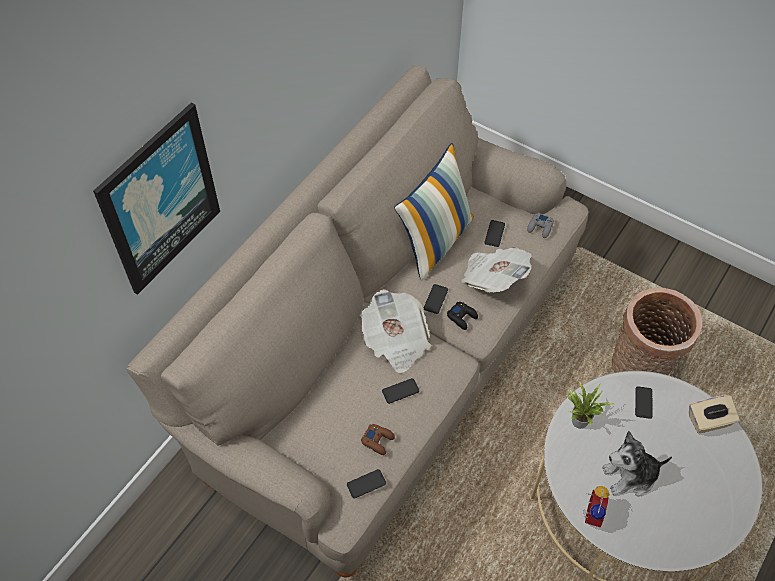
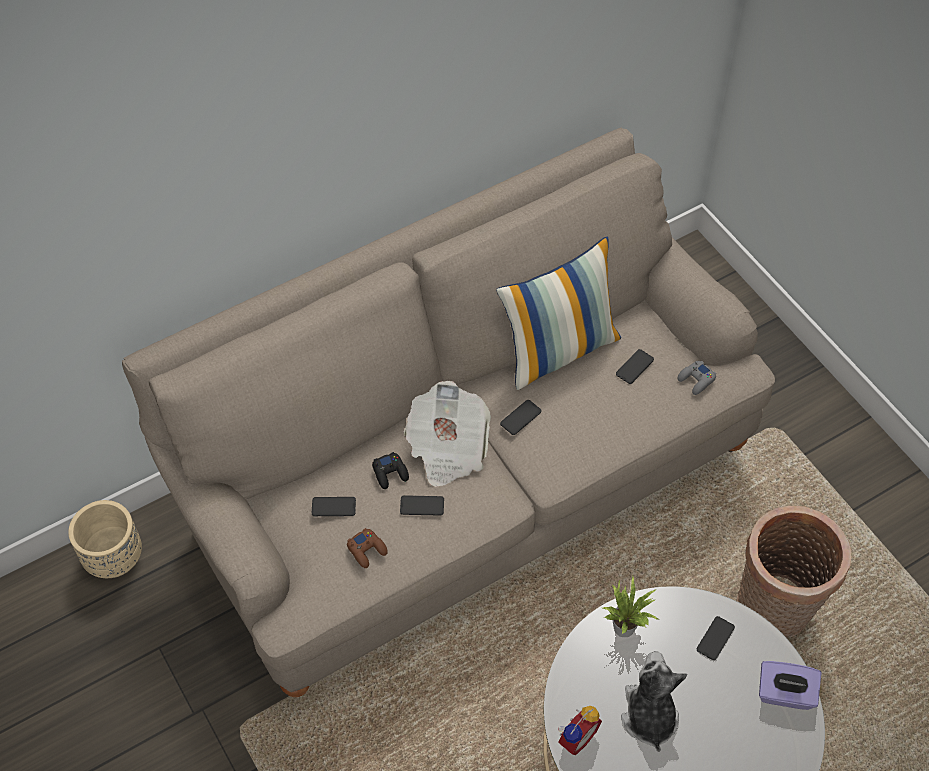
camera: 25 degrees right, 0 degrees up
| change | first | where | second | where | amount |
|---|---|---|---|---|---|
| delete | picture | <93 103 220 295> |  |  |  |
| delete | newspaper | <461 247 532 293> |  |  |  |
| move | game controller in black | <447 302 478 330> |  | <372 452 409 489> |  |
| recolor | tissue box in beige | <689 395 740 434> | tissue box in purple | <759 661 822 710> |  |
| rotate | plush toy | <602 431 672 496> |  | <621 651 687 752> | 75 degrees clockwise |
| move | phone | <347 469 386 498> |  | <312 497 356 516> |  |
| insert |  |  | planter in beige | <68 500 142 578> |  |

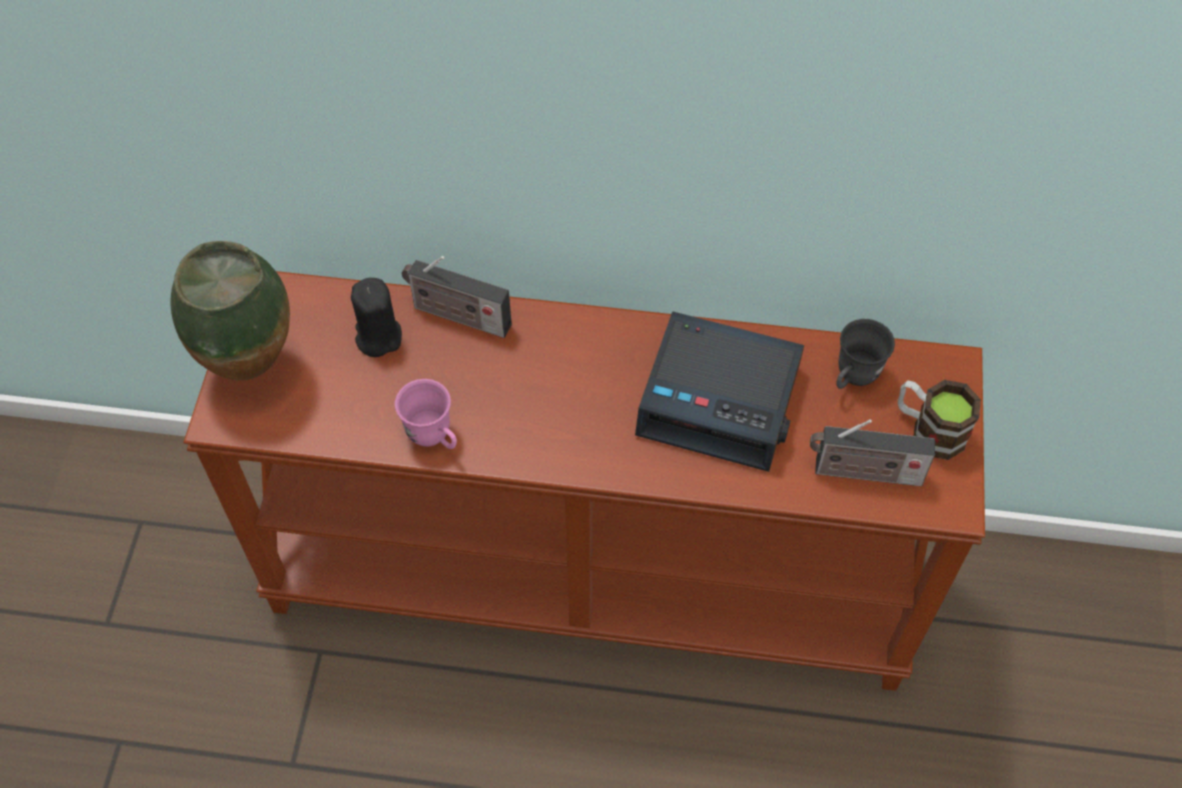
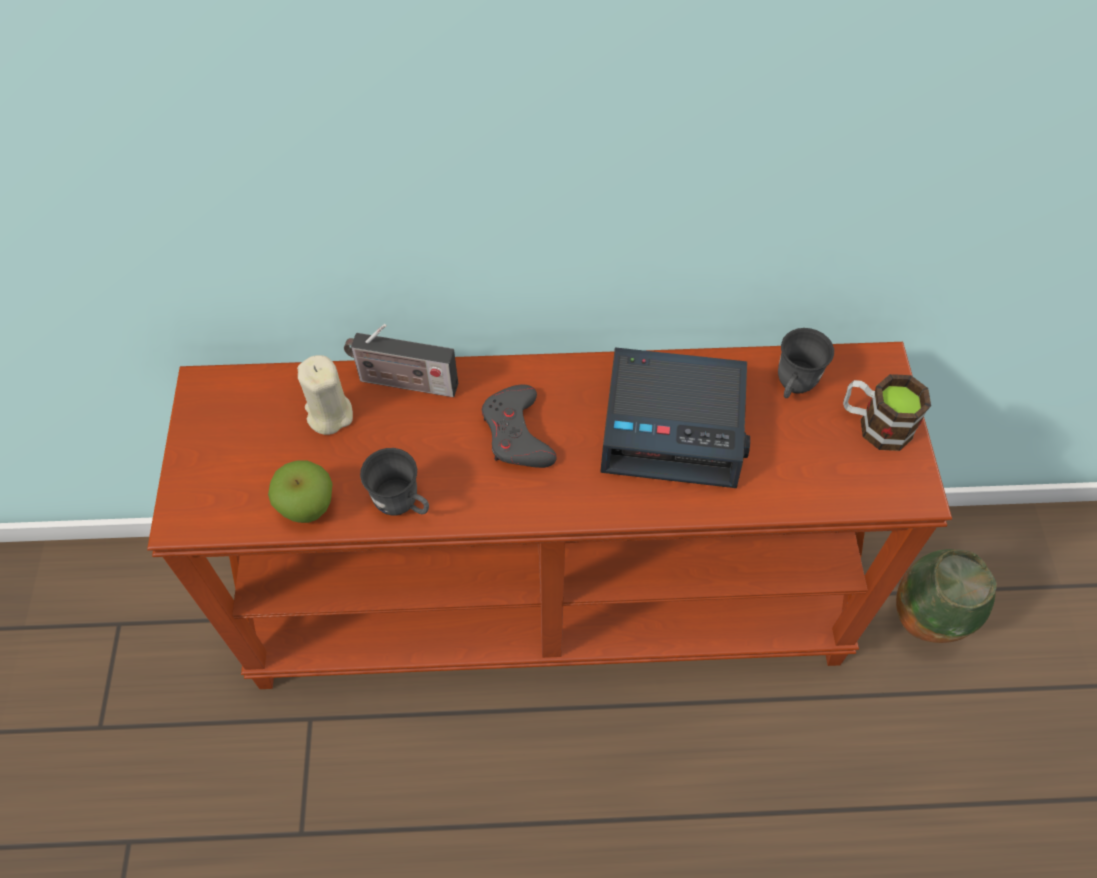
camera: 10 degrees left, 0 degrees up
| change | first | where | second | where | amount |
|---|---|---|---|---|---|
| move | vase | <171 241 290 381> |  | <896 549 997 643> |  |
| recolor | candle in black | <351 278 402 357> | candle in beige | <297 355 353 435> |  |
| recolor | mug in pink | <395 379 457 449> | mug in grey | <360 448 429 515> |  |
| delete | radio | <810 419 935 486> |  |  |  |
| insert |  |  | game controller in grey | <482 385 557 468> |  |
| insert |  |  | apple | <268 460 332 523> |  |

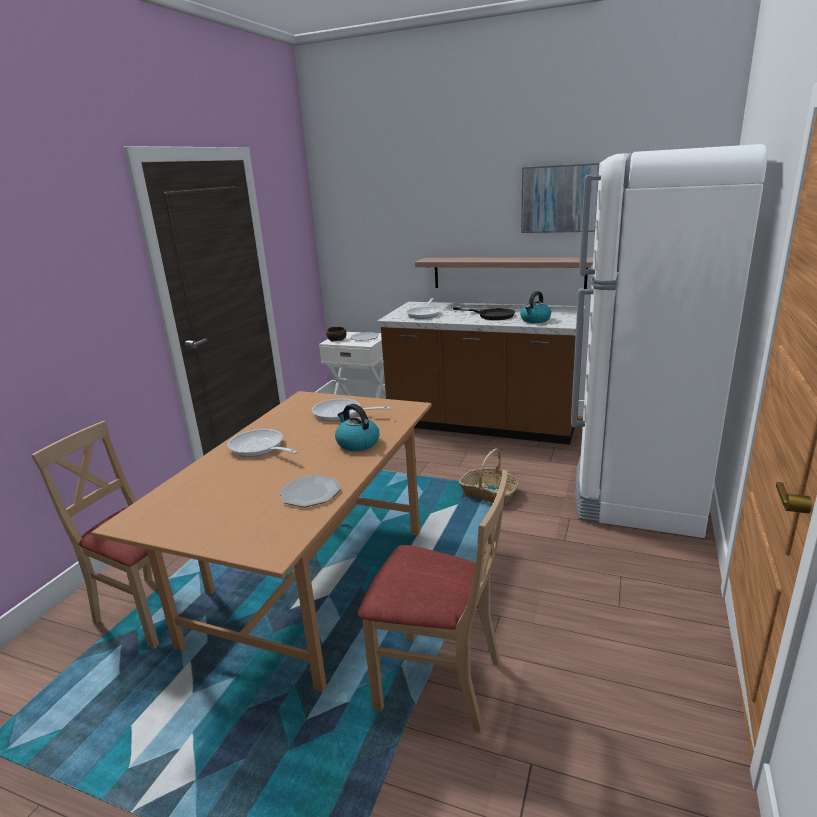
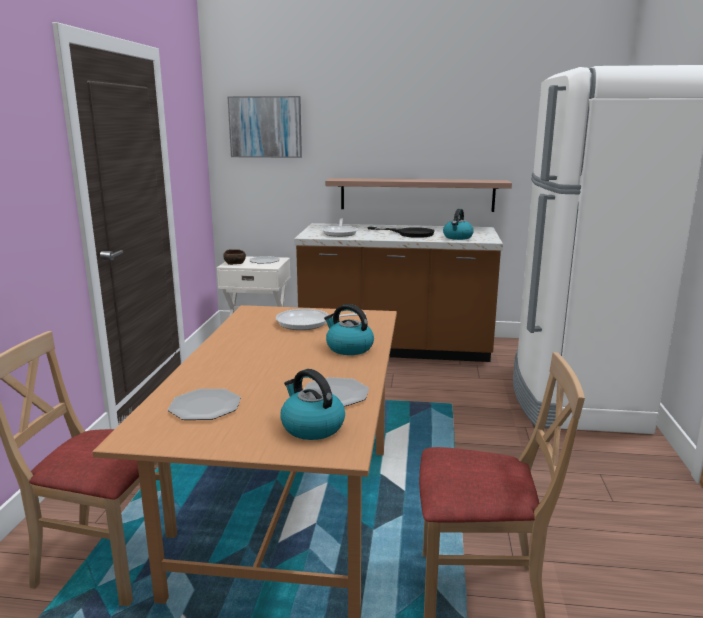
camera: 15 degrees left, 5 degrees down
| change | first | where | second | where | amount |
|---|---|---|---|---|---|
| move | picture | <521 163 599 233> |  | <227 96 302 158> |  |
| delete | frying pan | <227 429 298 457> |  |  |  |
| delete | basket | <459 448 519 503> |  |  |  |
| insert |  |  | kettle | <280 369 345 440> |  |
| insert |  |  | plate | <168 389 241 420> |  |

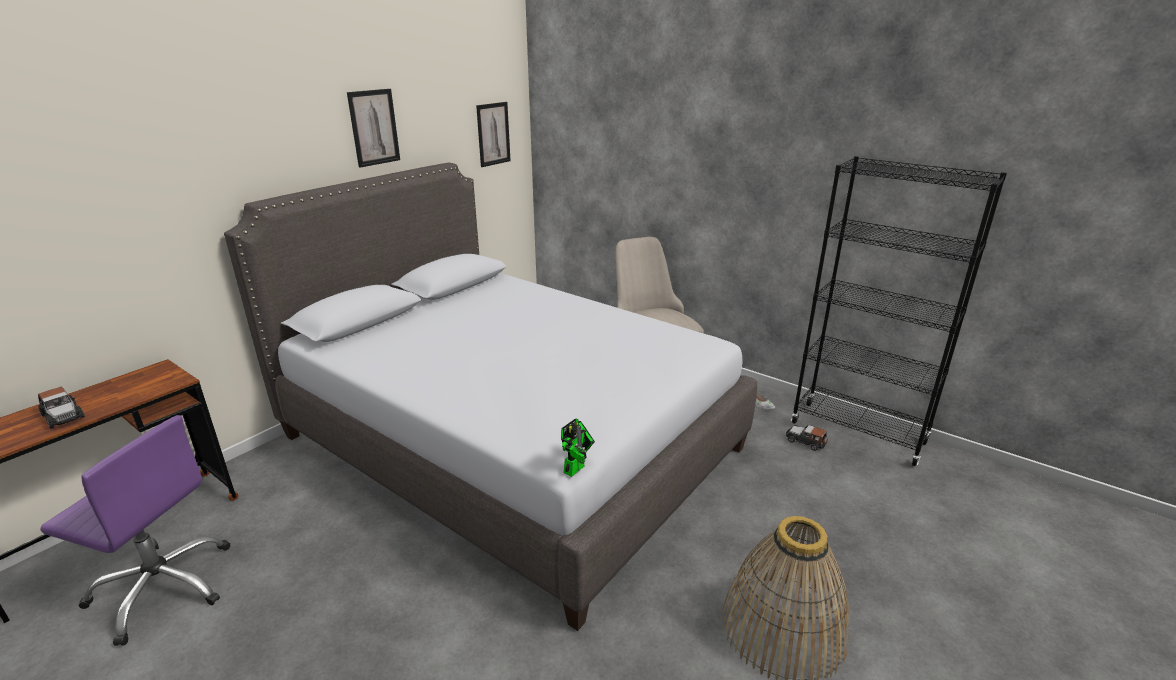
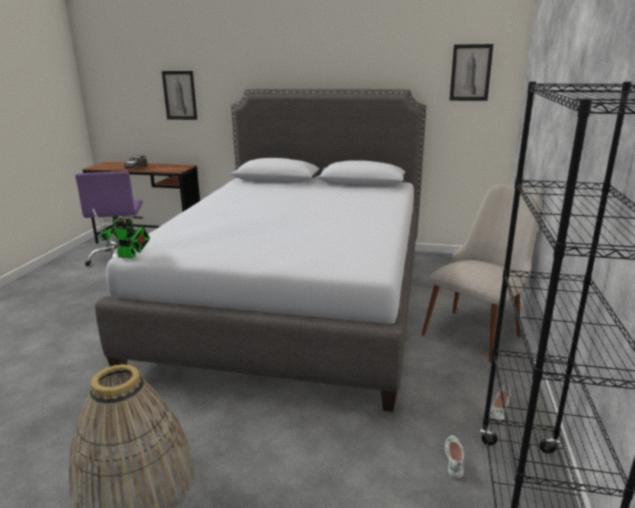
camera: 65 degrees right, 5 degrees down
| change | first | where | second | where | amount |
|---|---|---|---|---|---|
| move | picture | <347 89 400 167> |  | <162 71 197 120> |  |
| replace | toy car | <786 425 828 451> | shoe in white | <445 435 465 478> |  |

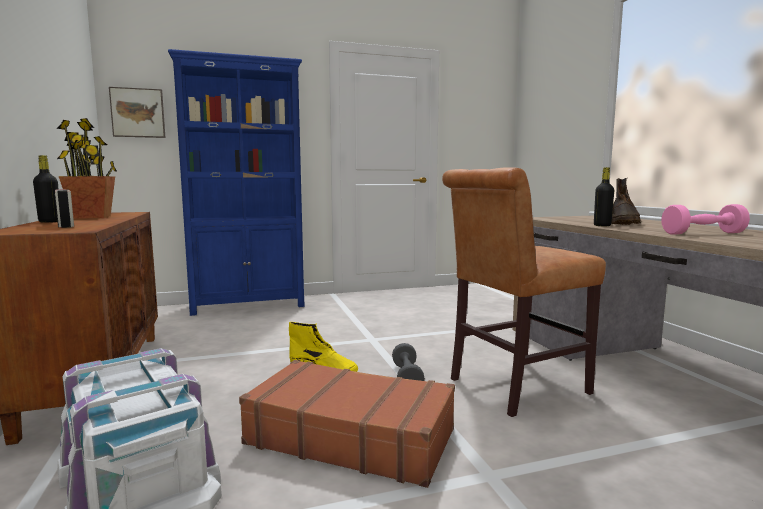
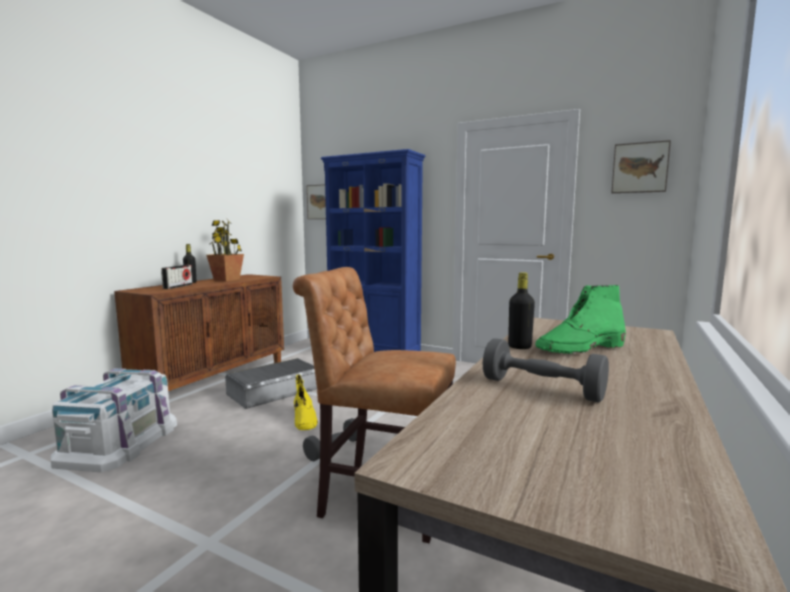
camera: 45 degrees right, 0 degrees up
| change | first | where | second | where | amount |
|---|---|---|---|---|---|
| recolor | boot in brown | <611 178 641 225> | boot in green | <535 285 626 354> |  |
| recolor | dumbbell in pink | <661 204 750 234> | dumbbell in grey | <483 338 609 403> |  |
| delete | suitcase in brown | <239 360 455 488> |  |  |  |
| insert |  |  | picture | <611 140 671 193> |  |
| insert |  |  | storage box in grey | <225 358 317 409> |  |

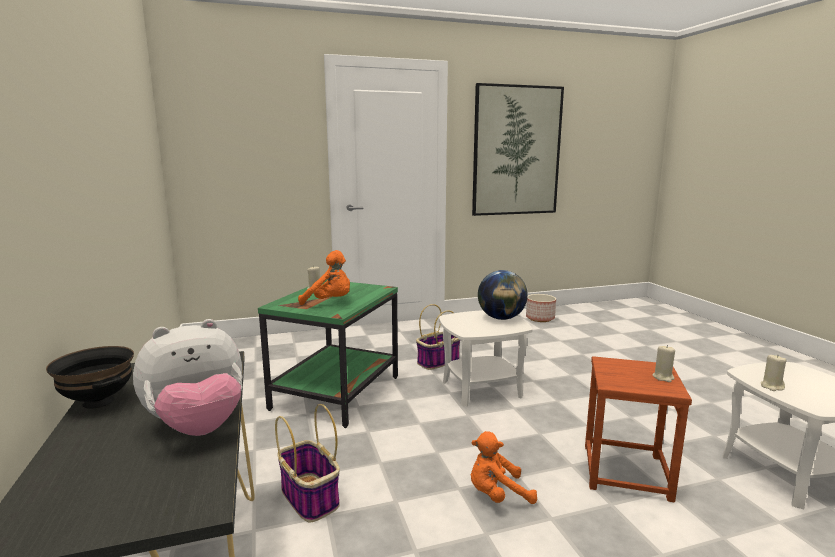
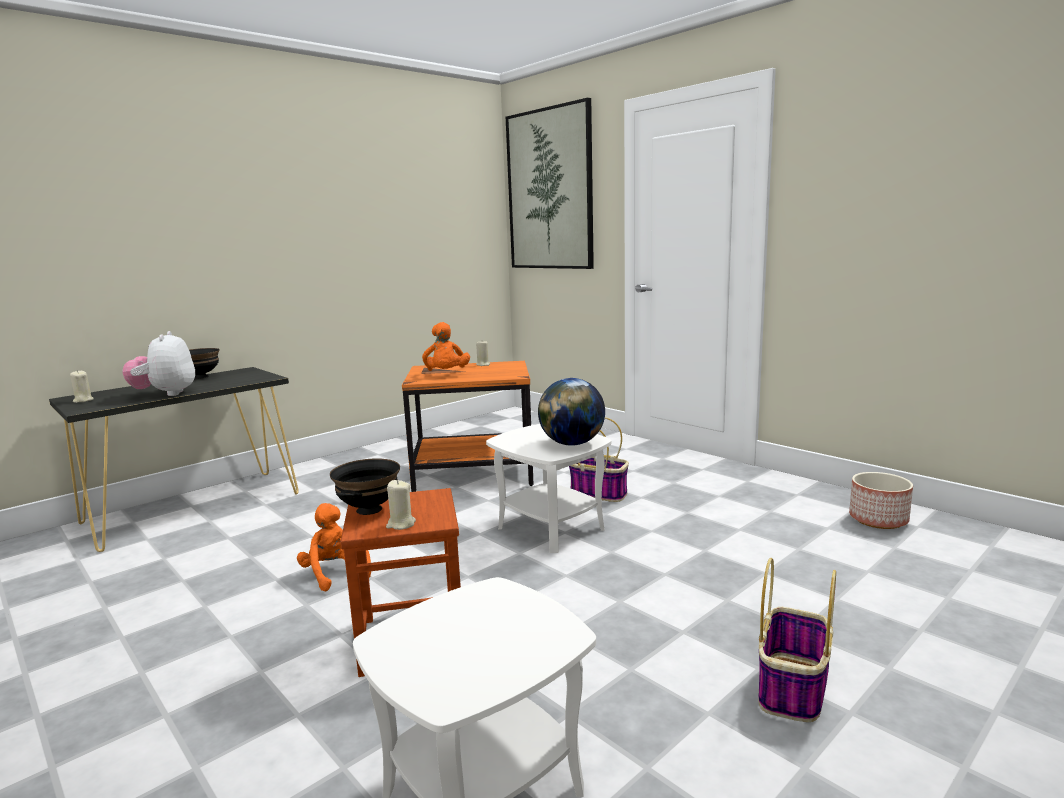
camera: 65 degrees right, 0 degrees up
| change | first | where | second | where | amount |
|---|---|---|---|---|---|
| move | picture | <472 83 564 216> |  | <506 98 594 269> |  |
| recolor | side table in green | <258 280 398 428> | side table in orange | <402 361 533 492> |  |
| rotate | plush toy | <133 319 243 436> |  | <122 331 195 396> | 45 degrees clockwise |
| move | candle in beige | <760 355 787 391> |  | <70 370 94 403> |  |
| move | basket | <275 404 340 523> |  | <758 558 836 722> |  |
| insert |  |  | bowl in black | <330 459 400 515> |  |

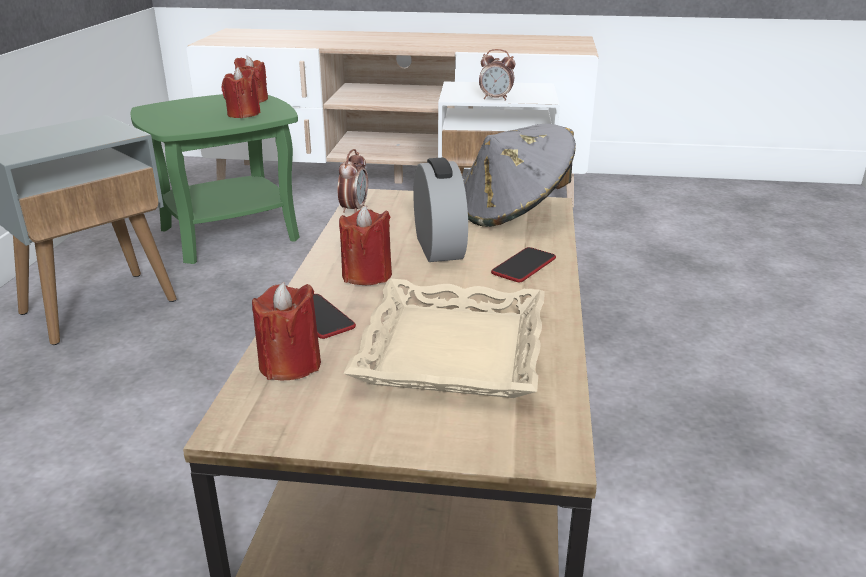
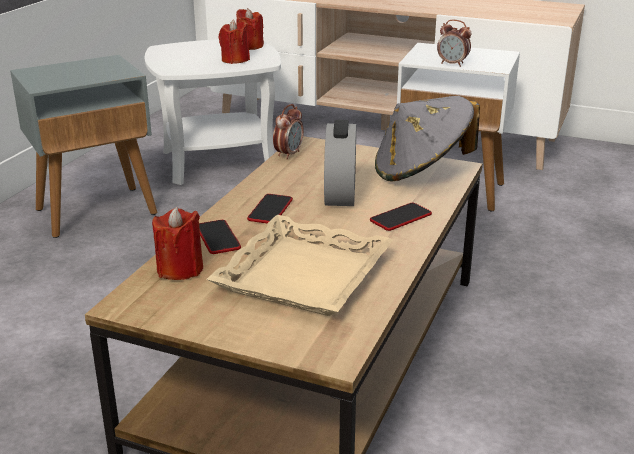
camera: 15 degrees right, 0 degrees up
| change | first | where | second | where | amount |
|---|---|---|---|---|---|
| recolor | side table in green | <130 94 300 264> | side table in white | <145 39 281 185> |  |
| replace | candle in red | <339 205 392 285> | phone | <247 194 293 224> |  |

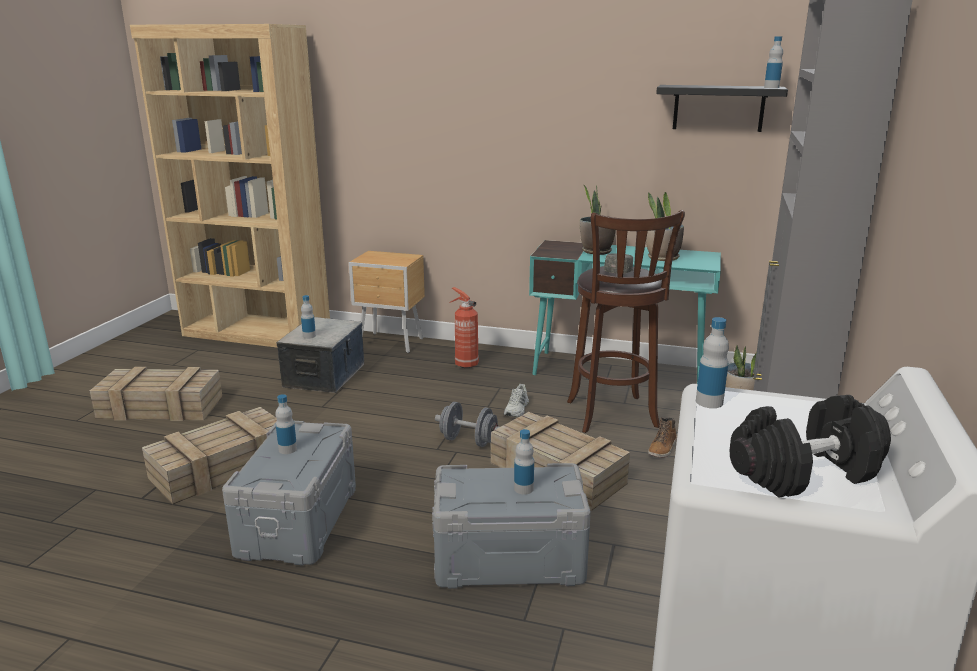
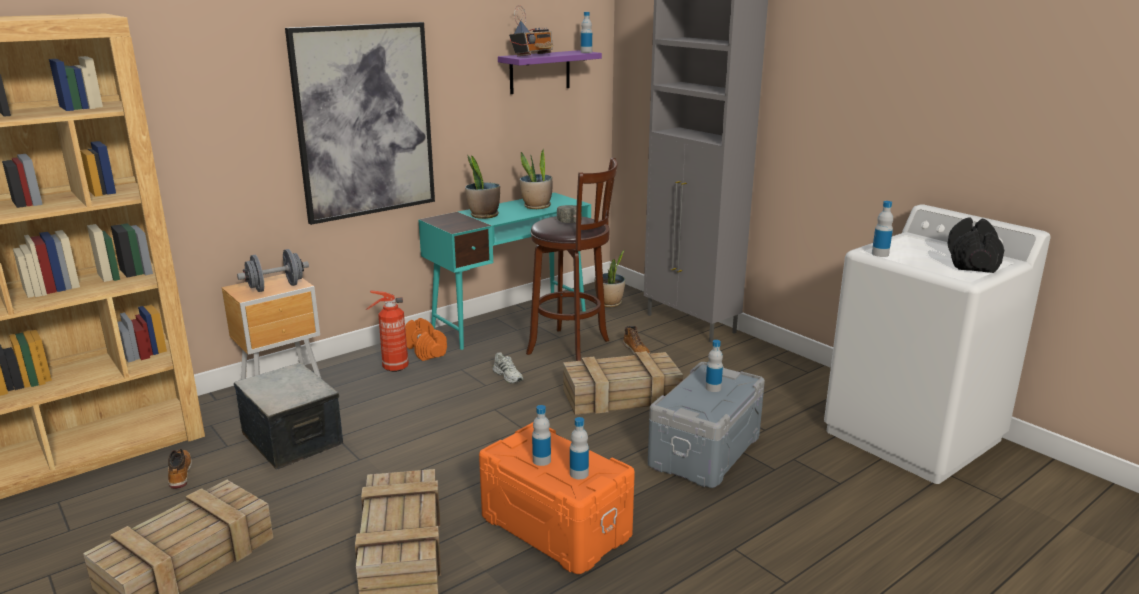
camera: 55 degrees left, 0 degrees up
| change | first | where | second | where | amount |
|---|---|---|---|---|---|
| recolor | shelf in black | <656 85 788 132> | shelf in purple | <498 50 602 94> |  |
| move | bottle | <301 295 316 339> |  | <570 417 589 479> |  |
| move | dumbbell in grey | <435 402 499 447> |  | <237 249 309 292> |  |
| recolor | storage box in grey | <222 421 356 565> | storage box in orange | <479 422 635 574> |  |
| insert |  |  | radio | <509 5 553 56> |  |
| insert |  |  | picture | <285 22 435 225> |  |
| insert |  |  | dumbbell in orange | <405 318 447 361> |  |
| insert |  |  | boot | <168 448 192 489> |  |

